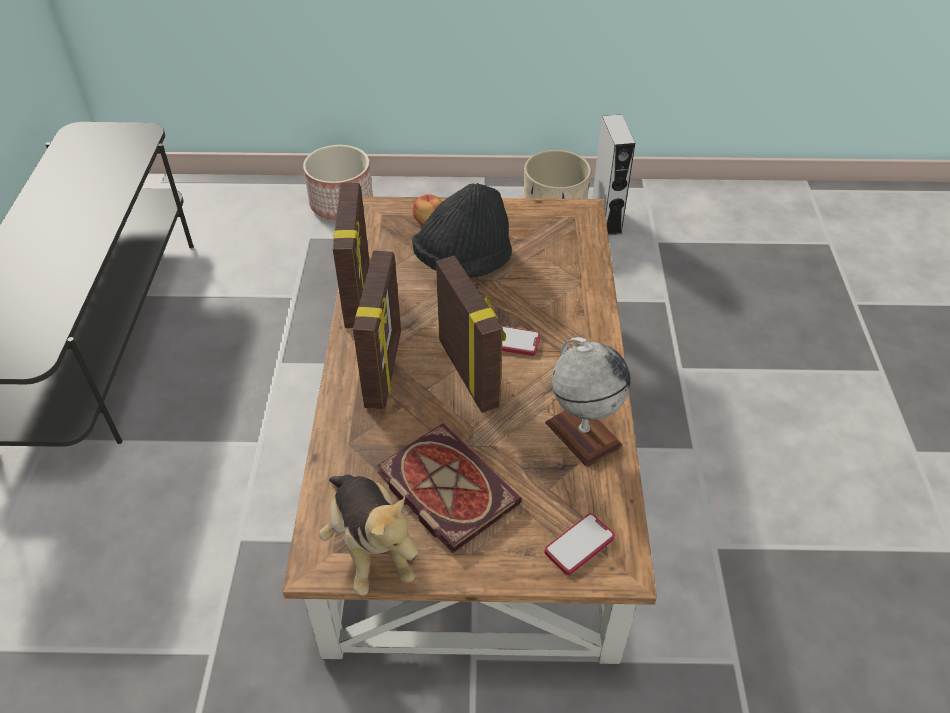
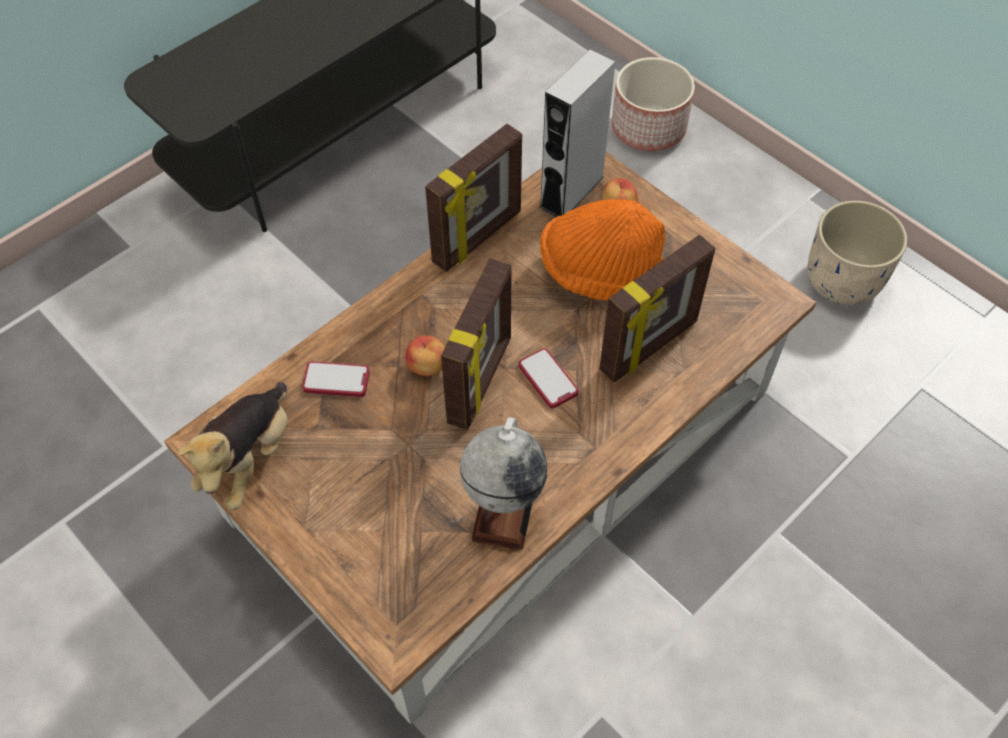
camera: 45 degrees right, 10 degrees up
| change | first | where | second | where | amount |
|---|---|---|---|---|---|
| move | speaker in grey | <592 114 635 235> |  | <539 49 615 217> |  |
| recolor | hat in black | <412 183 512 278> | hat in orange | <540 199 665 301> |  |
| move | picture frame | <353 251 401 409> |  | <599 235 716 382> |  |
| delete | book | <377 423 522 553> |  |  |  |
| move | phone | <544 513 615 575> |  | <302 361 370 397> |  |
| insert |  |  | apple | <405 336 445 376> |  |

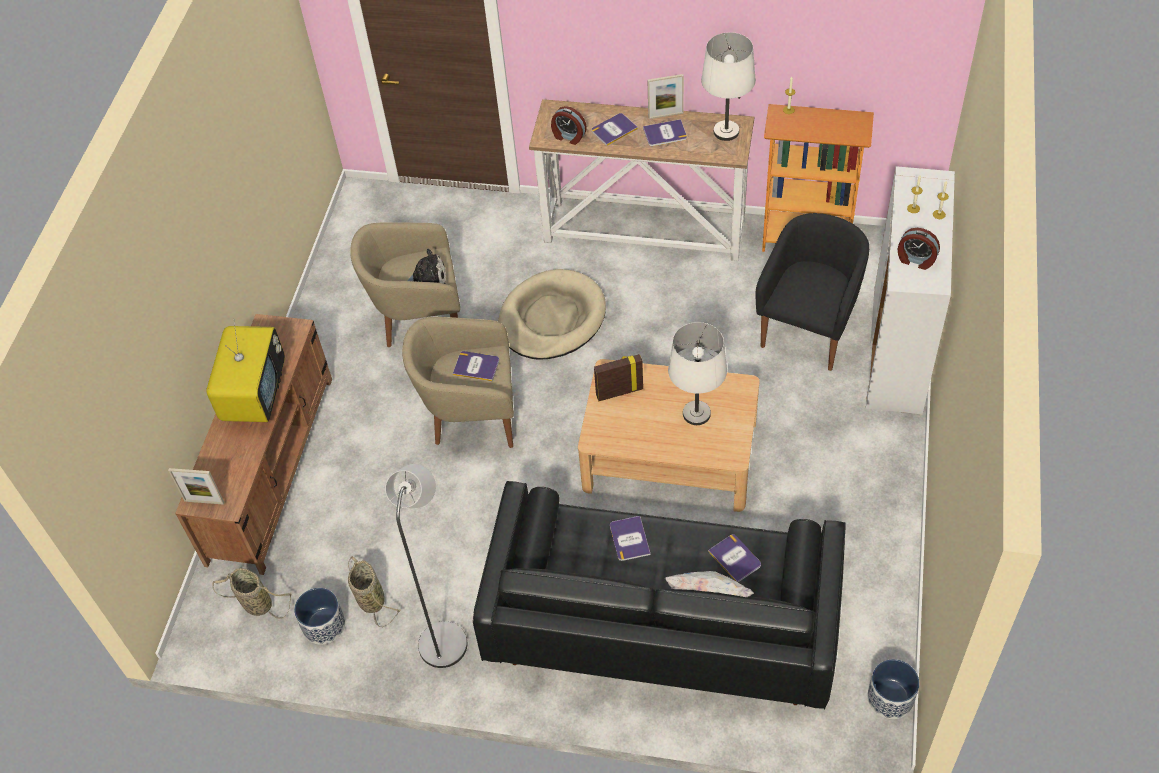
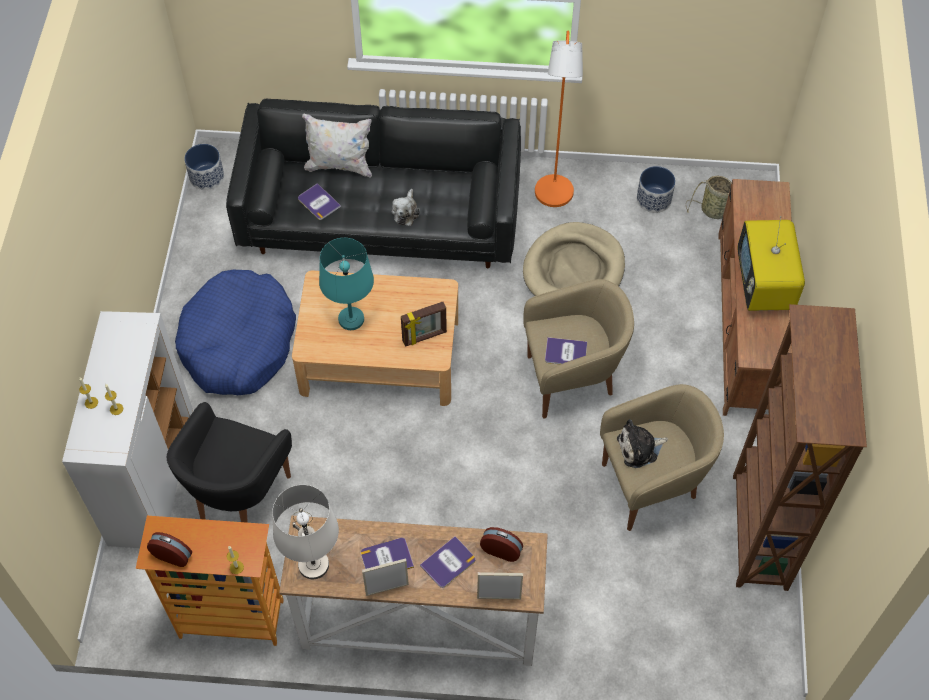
camera: 170 degrees right, 5 degrees up
| change | first | where | second | where | amount |
|---|---|---|---|---|---|
| move | alarm clock | <898 228 940 270> |  | <147 532 192 567> |  |
| move | dog bed in beige | <498 269 606 360> |  | <523 222 625 296> |  |
| recolor | table lamp in white | <668 322 727 425> | table lamp in turquoise | <319 238 374 330> |  |
| recolor | floor lamp in grey | <385 464 467 668> | floor lamp in orange | <535 30 583 207> |  |
| move | picture frame | <168 468 225 505> |  | <477 572 523 599> |  |
| replace | book | <610 516 651 561> | plush toy | <392 189 420 226> |  |
| delete | basket | <348 556 401 628> |  |  |  |
| insert |  |  | dog bed in blue | <175 270 296 395> |  |
| insert |  |  | bookcase in brown | <733 304 867 591> |  |

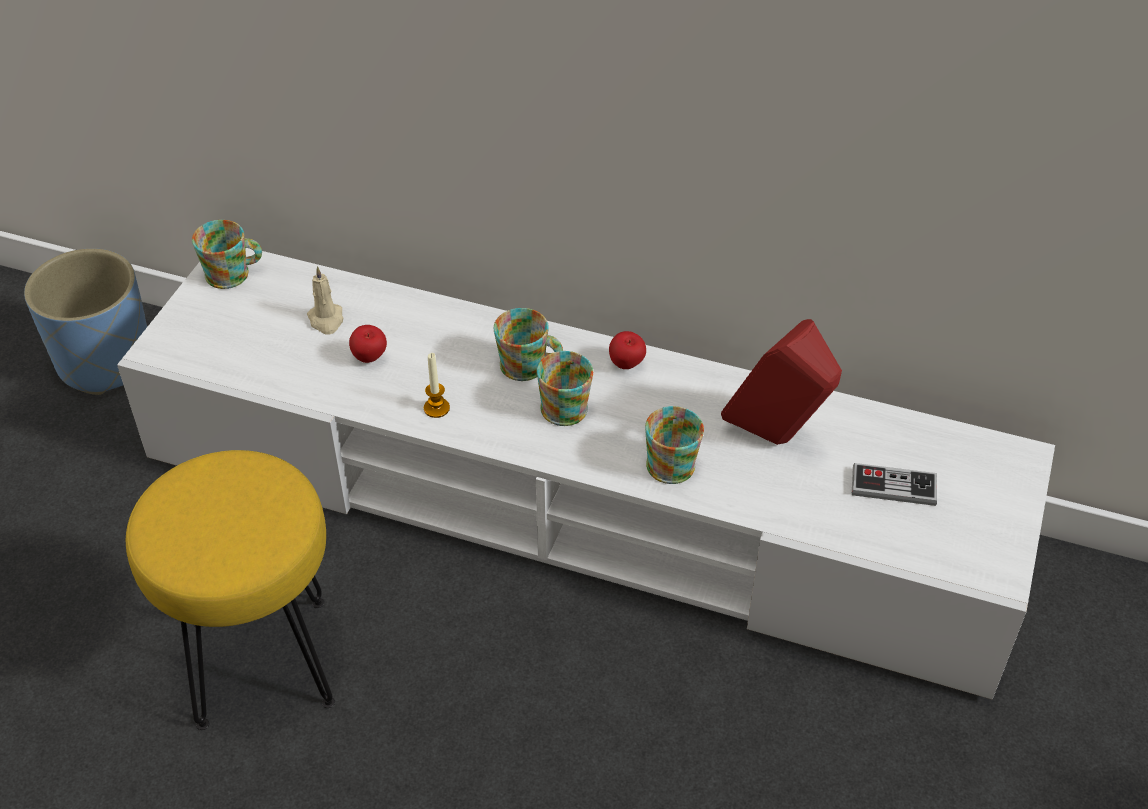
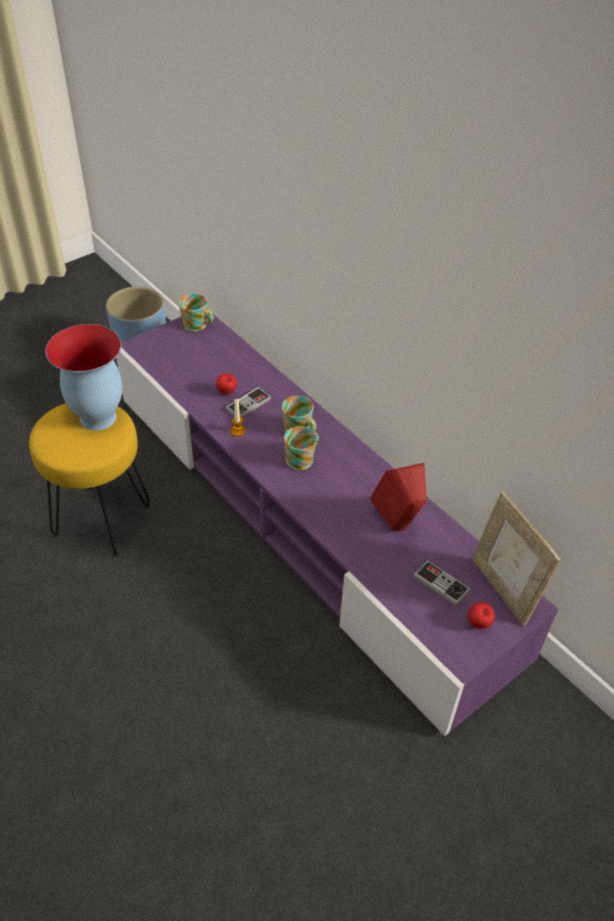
camera: 30 degrees right, 0 degrees up
| change | first | where | second | where | amount |
|---|---|---|---|---|---|
| recolor | tv stand in white | <117 248 1055 700> | tv stand in purple | <116 314 558 736> |  |
| delete | candle in beige | <307 266 343 334> |  |  |  |
| move | apple | <609 331 646 369> |  | <468 602 495 629> |  |
| delete | mug | <645 406 704 484> |  |  |  |
| insert |  |  | vase | <45 324 122 431> |  |
| insert |  |  | game controller | <226 387 272 417> |  |
| insert |  |  | picture frame | <472 492 561 626> |  |

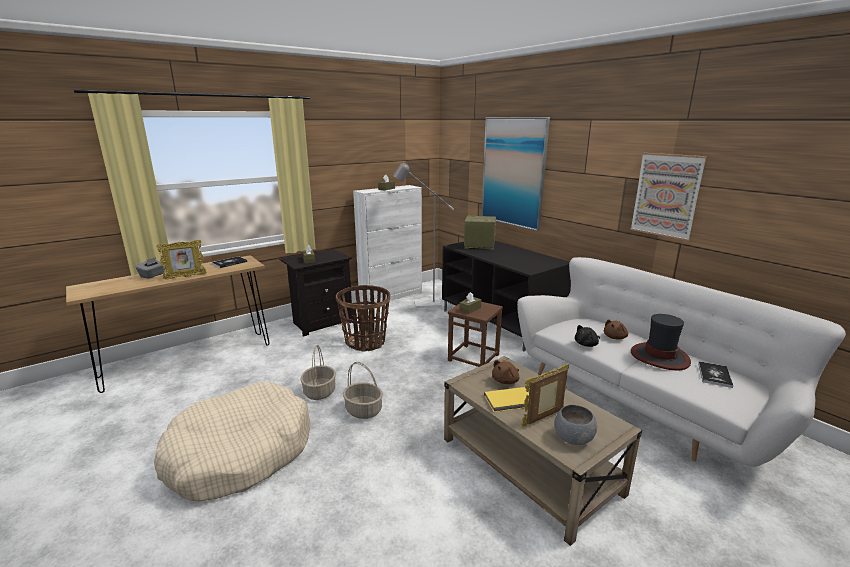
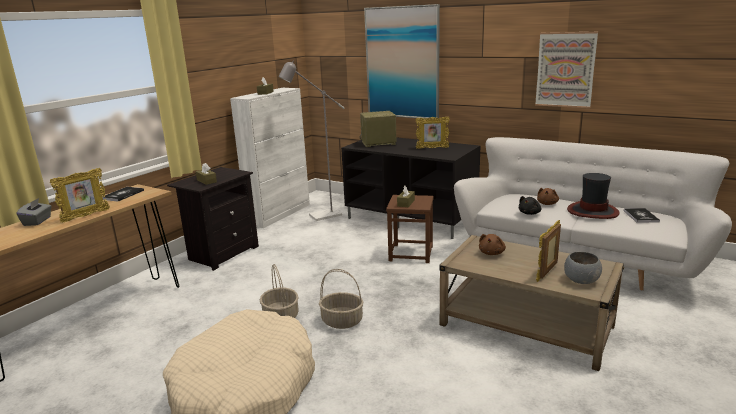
camera: 20 degrees left, 0 degrees up
| change | first | where | second | where | amount |
|---|---|---|---|---|---|
| delete | basket | <336 285 390 352> |  |  |  |
| delete | book in yellow | <484 387 529 412> |  |  |  |
| insert |  |  | picture frame | <416 117 450 149> |  |

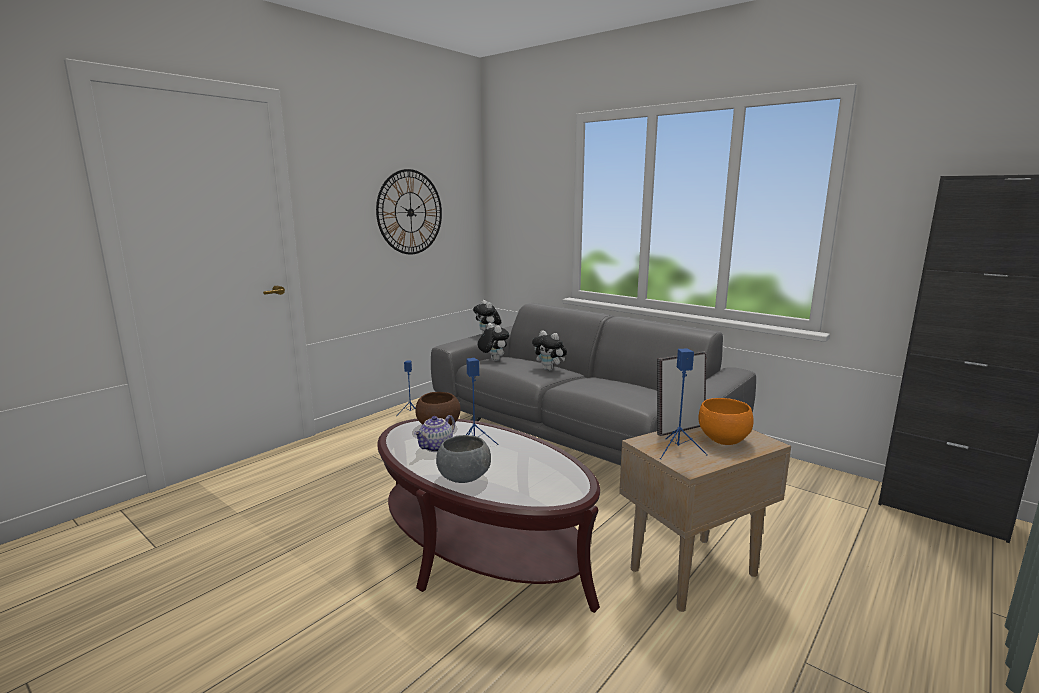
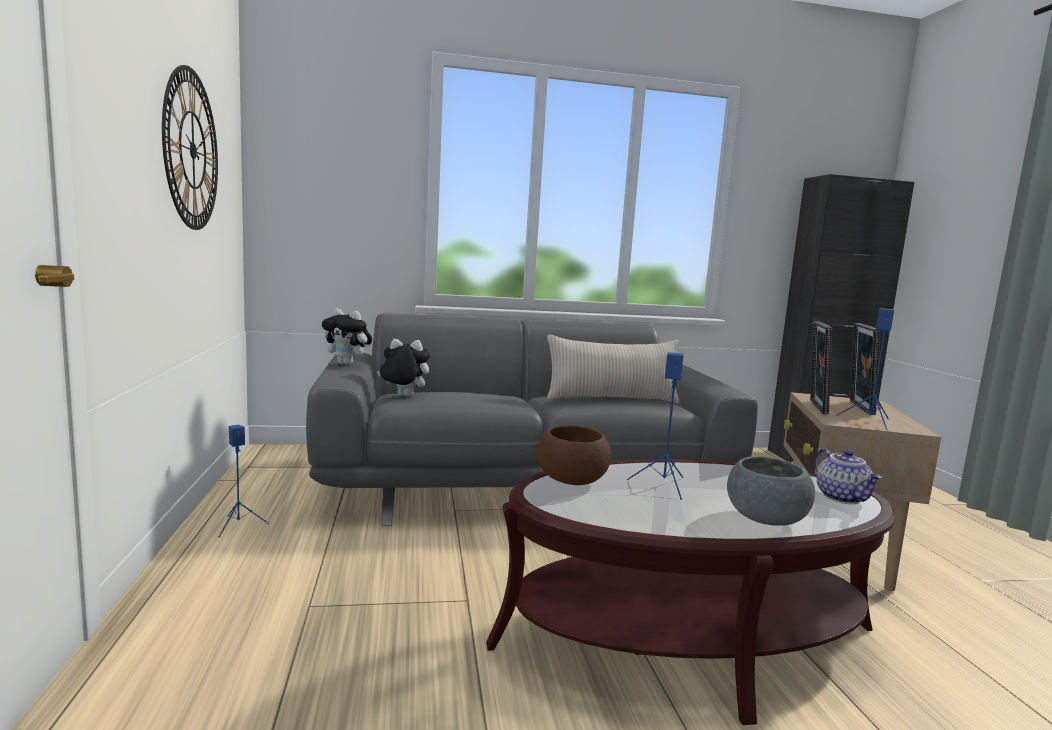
camera: 50 degrees left, 5 degrees down
| change | first | where | second | where | amount |
|---|---|---|---|---|---|
| delete | plush toy | <532 330 567 371> |  |  |  |
| replace | bowl in orange | <699 398 754 445> | picture frame | <850 323 880 415> |  |
| move | teapot | <414 415 455 452> |  | <815 448 882 504> |  |
| insert |  |  | pillow in beige | <547 335 679 403> |  |

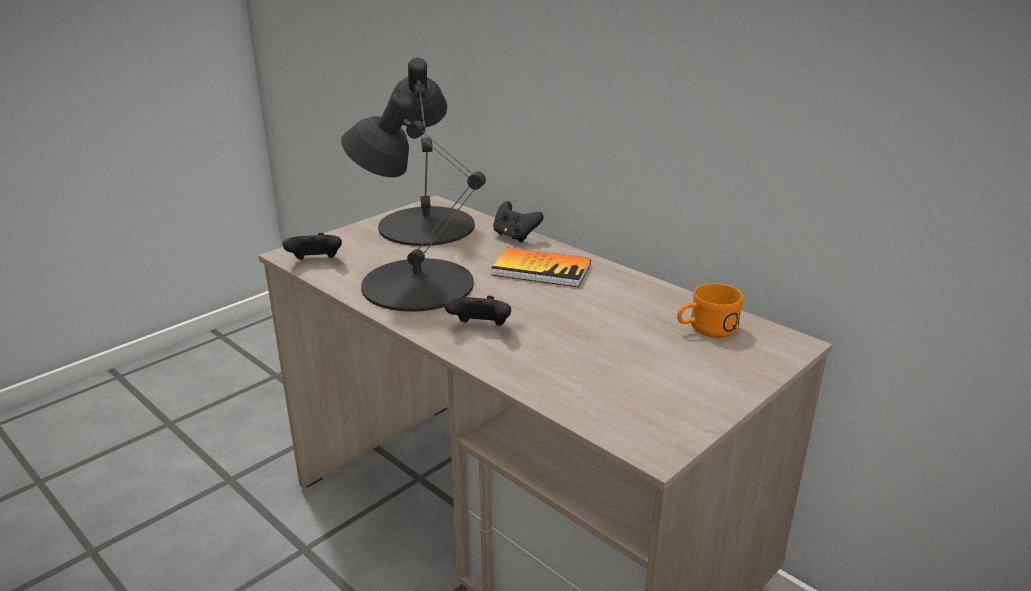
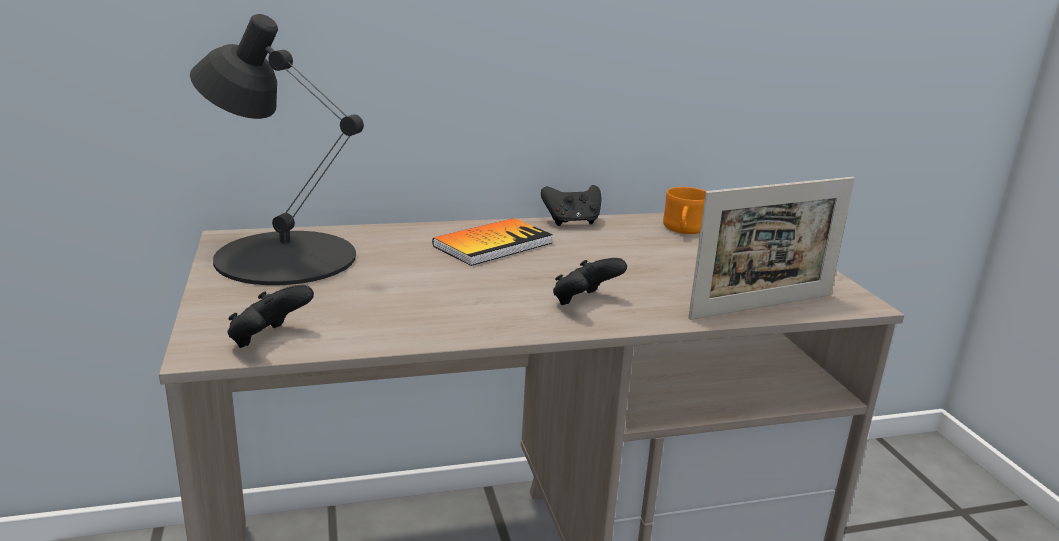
camera: 60 degrees left, 5 degrees down
| change | first | where | second | where | amount |
|---|---|---|---|---|---|
| delete | table lamp in black | <341 93 486 312> |  |  |  |
| move | game controller in black | <493 201 544 243> |  | <541 185 601 226> |  |
| insert |  |  | picture frame | <688 177 855 320> |  |

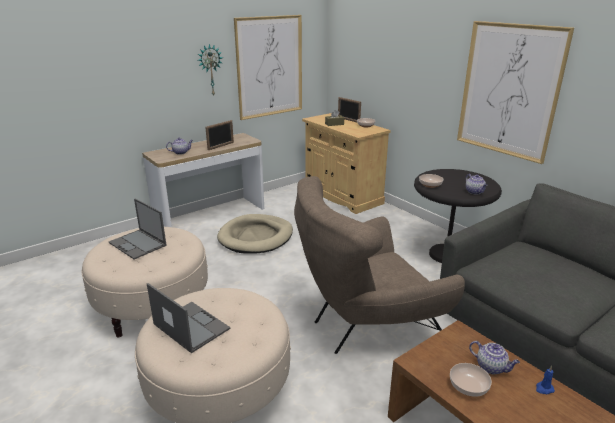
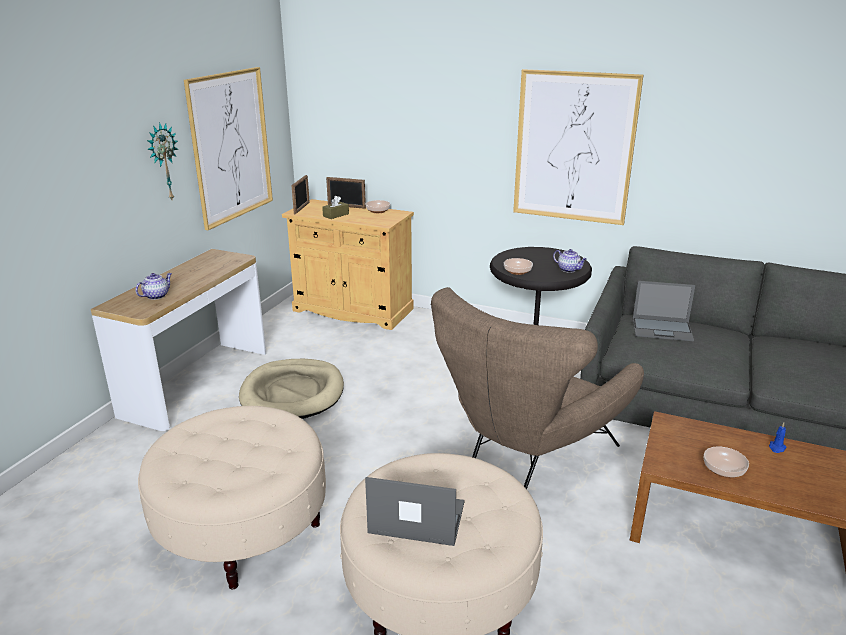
camera: 30 degrees left, 0 degrees up
| change | first | where | second | where | amount |
|---|---|---|---|---|---|
| move | picture frame | <205 120 234 150> |  | <291 175 310 214> |  |
| move | laptop | <109 199 167 259> |  | <633 281 695 341> |  |
| delete | teapot | <469 341 520 374> |  |  |  |

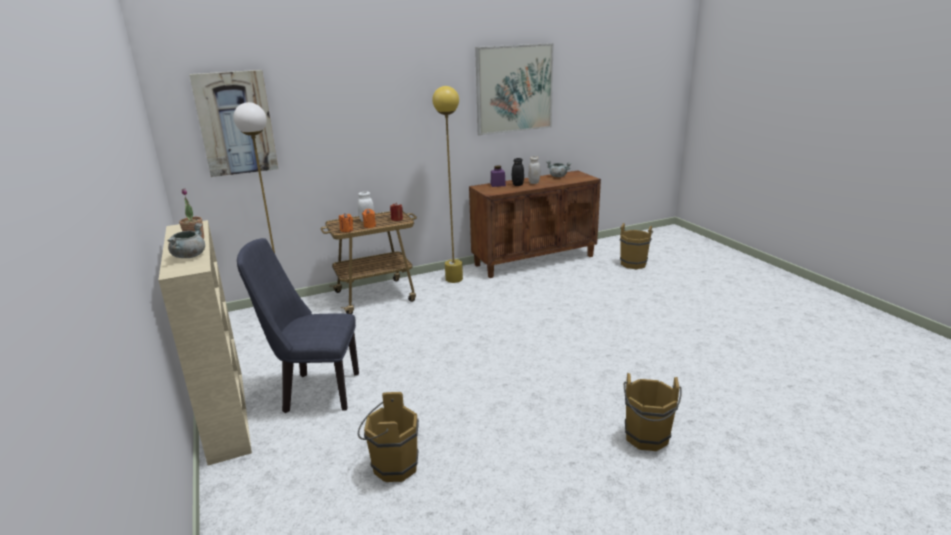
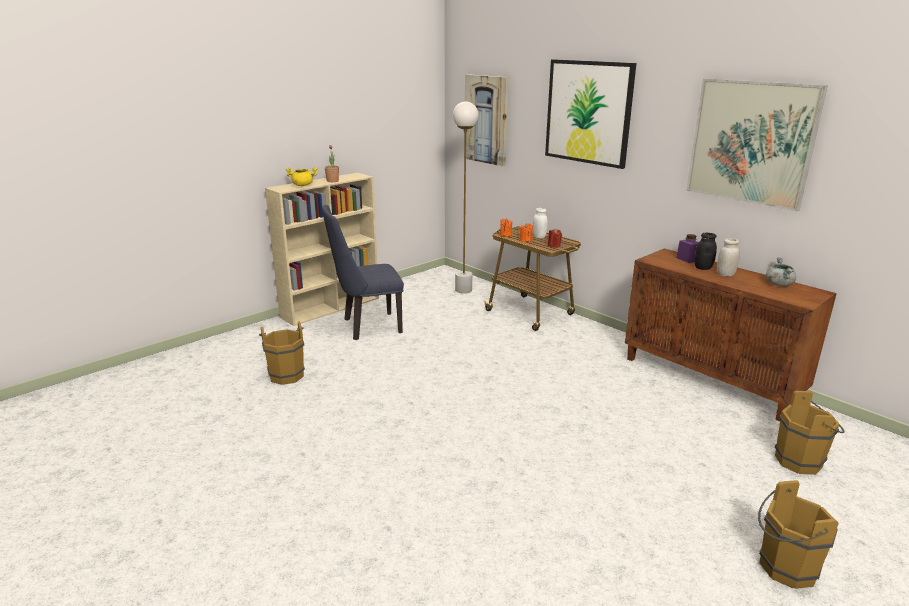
camera: 70 degrees right, 0 degrees up
| change | first | where | second | where | amount |
|---|---|---|---|---|---|
| delete | floor lamp in yellow | <432 86 463 283> |  |  |  |
| recolor | cooking pot in grey | <168 223 205 258> | cooking pot in yellow | <285 167 318 186> |  |
| rotate | chair in blue | <237 238 359 413> |  | <322 205 404 340> | 90 degrees counterclockwise |
| move | bucket in brown | <624 373 682 451> |  | <758 480 839 589> |  |
| insert |  |  | picture | <545 59 637 169> |  |

